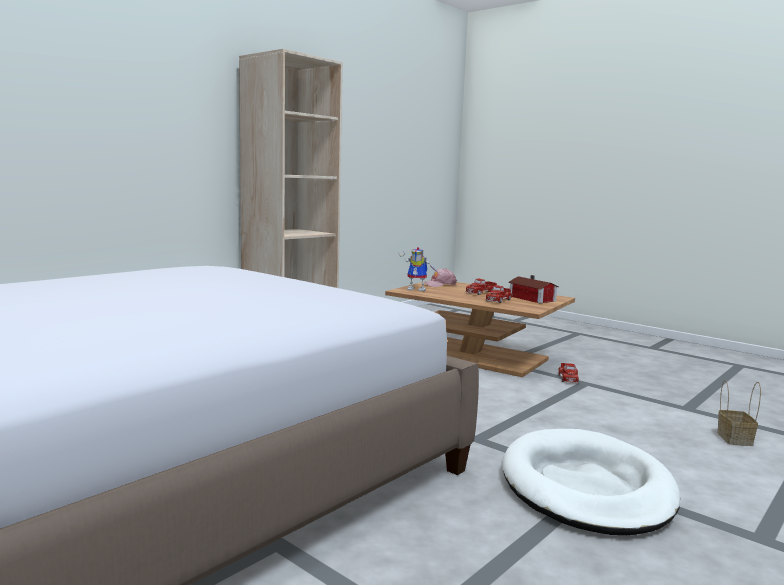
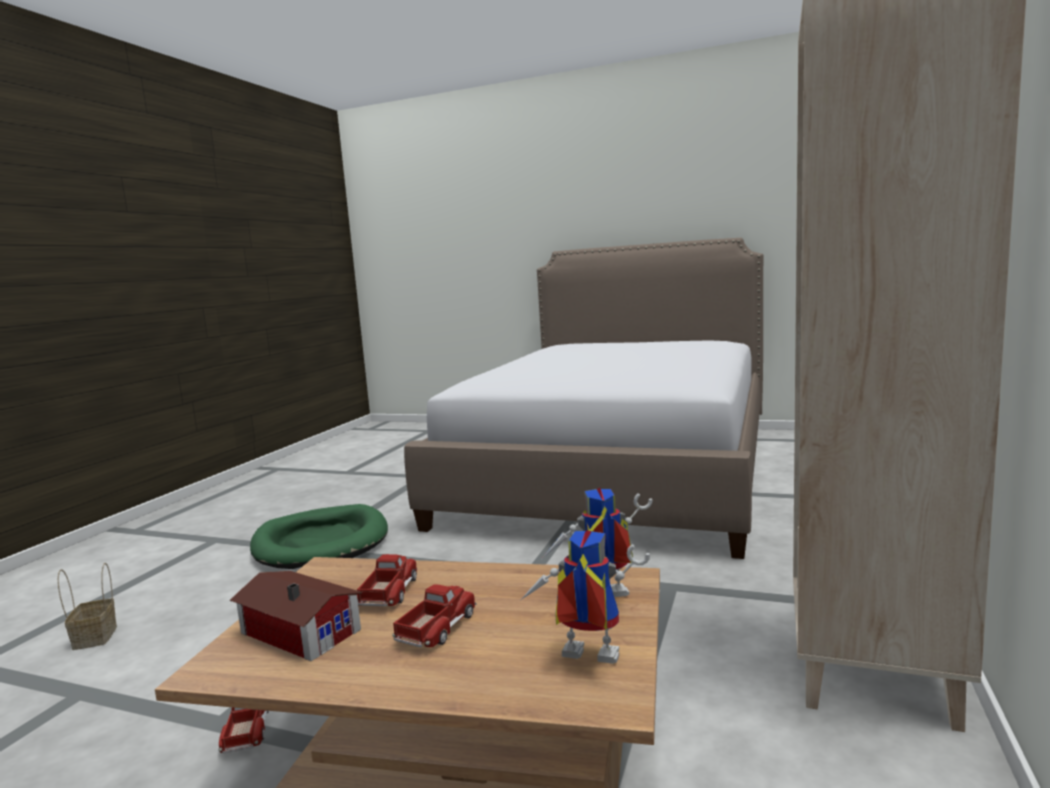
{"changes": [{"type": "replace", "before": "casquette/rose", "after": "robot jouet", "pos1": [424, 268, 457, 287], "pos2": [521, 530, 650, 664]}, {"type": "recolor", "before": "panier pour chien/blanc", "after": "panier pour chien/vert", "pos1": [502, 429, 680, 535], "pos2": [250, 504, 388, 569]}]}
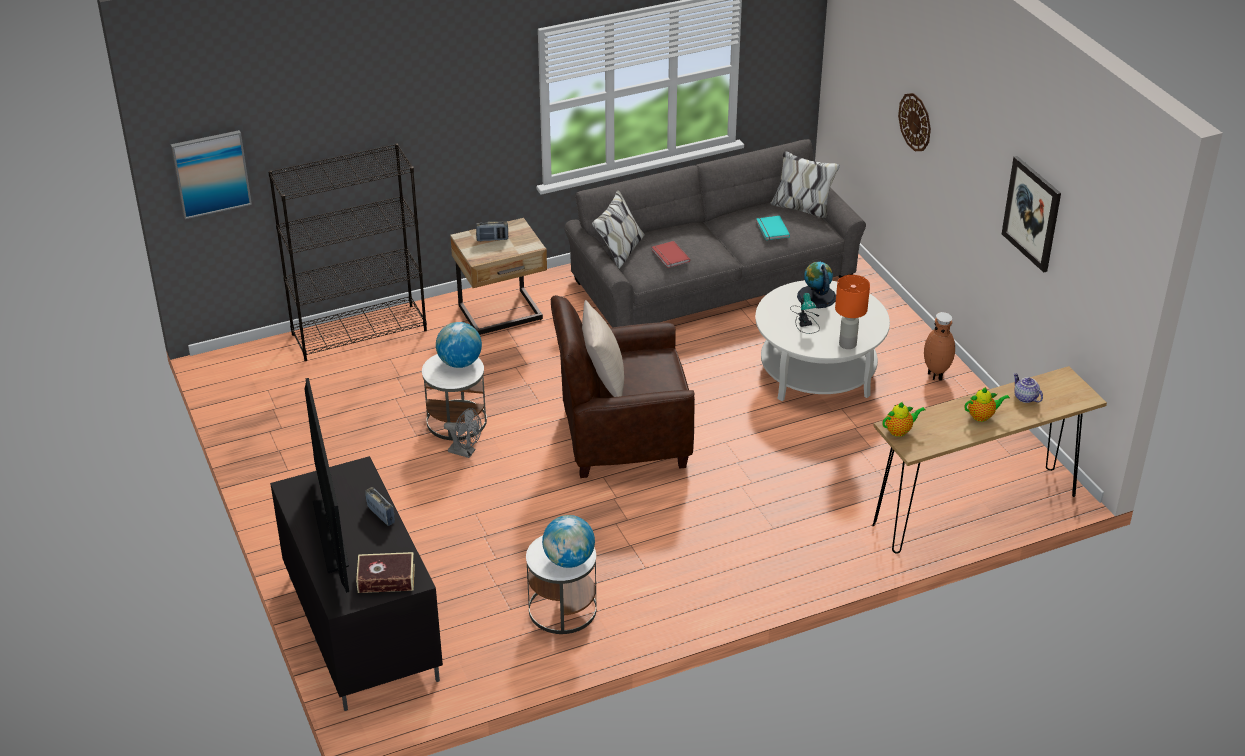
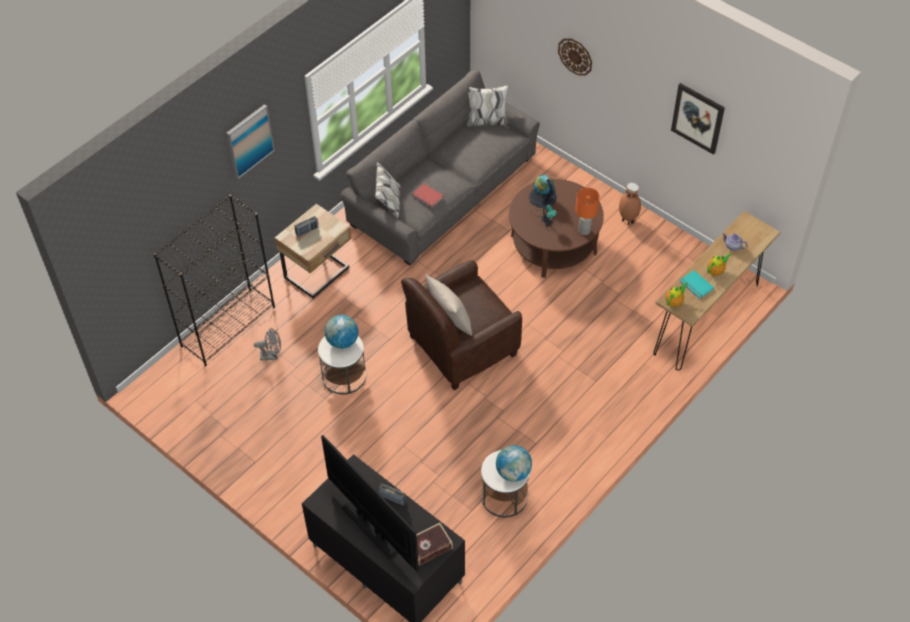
{"changes": [{"type": "move", "before": "tableau", "pos1": [171, 130, 252, 219], "pos2": [226, 104, 275, 179]}, {"type": "move", "before": "ventilateur/gris", "pos1": [444, 408, 482, 458], "pos2": [254, 328, 281, 360]}, {"type": "move", "before": "livre/turquoise", "pos1": [756, 216, 790, 240], "pos2": [679, 270, 714, 299]}, {"type": "recolor", "before": "table basse/blanc", "after": "table basse/marron", "pos1": [755, 280, 890, 401], "pos2": [509, 179, 604, 278]}]}
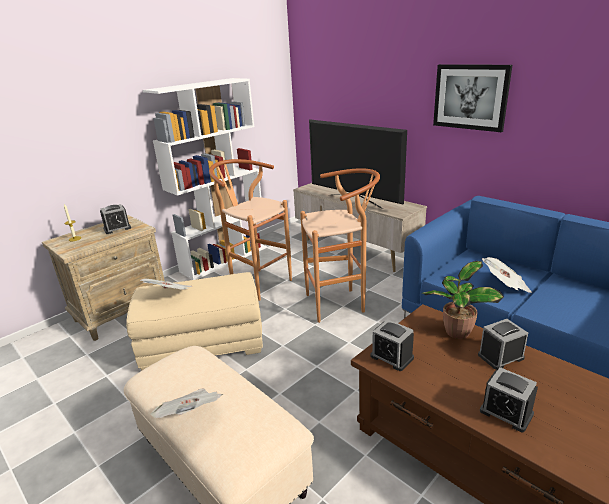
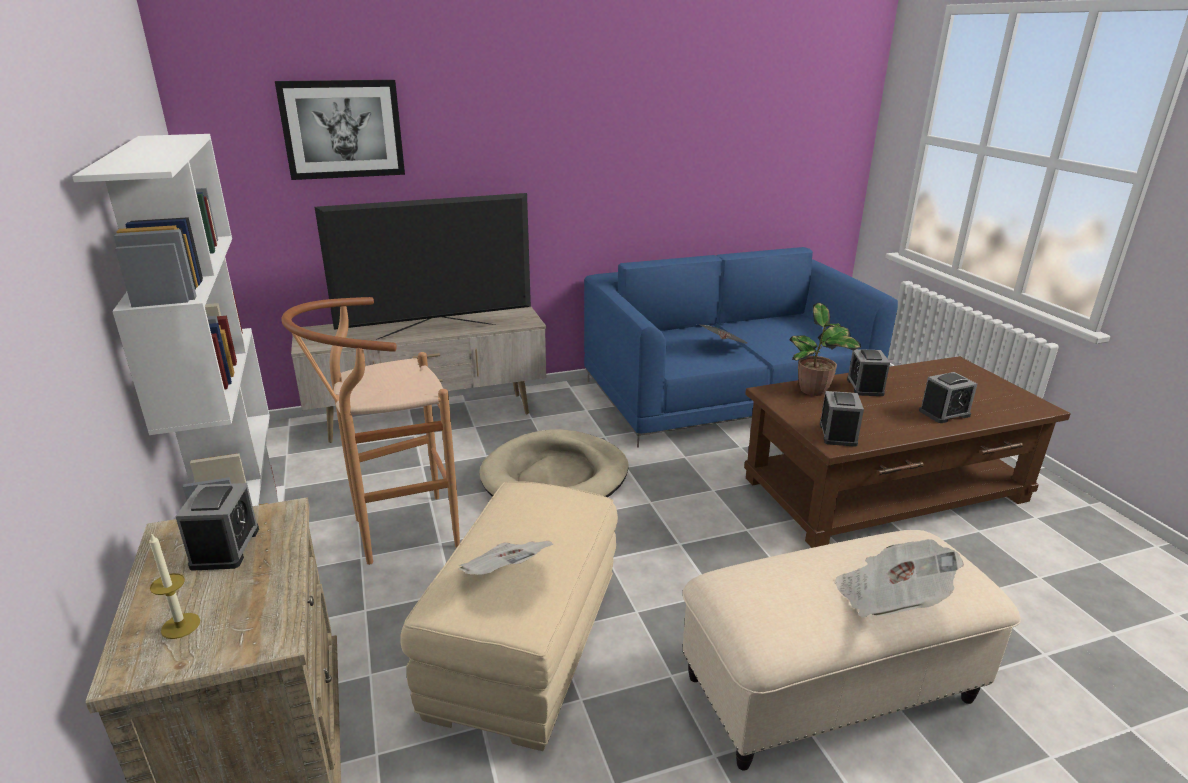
{"changes": [{"type": "move", "before": "tableau", "pos1": [433, 64, 512, 132], "pos2": [275, 80, 405, 180]}, {"type": "replace", "before": "tabouret/marron", "after": "panier pour chien/beige", "pos1": [300, 168, 380, 323], "pos2": [479, 429, 629, 497]}, {"type": "rotate", "before": "réveil", "pos1": [370, 319, 414, 371], "pos2": [820, 391, 864, 447], "turn": -60}]}
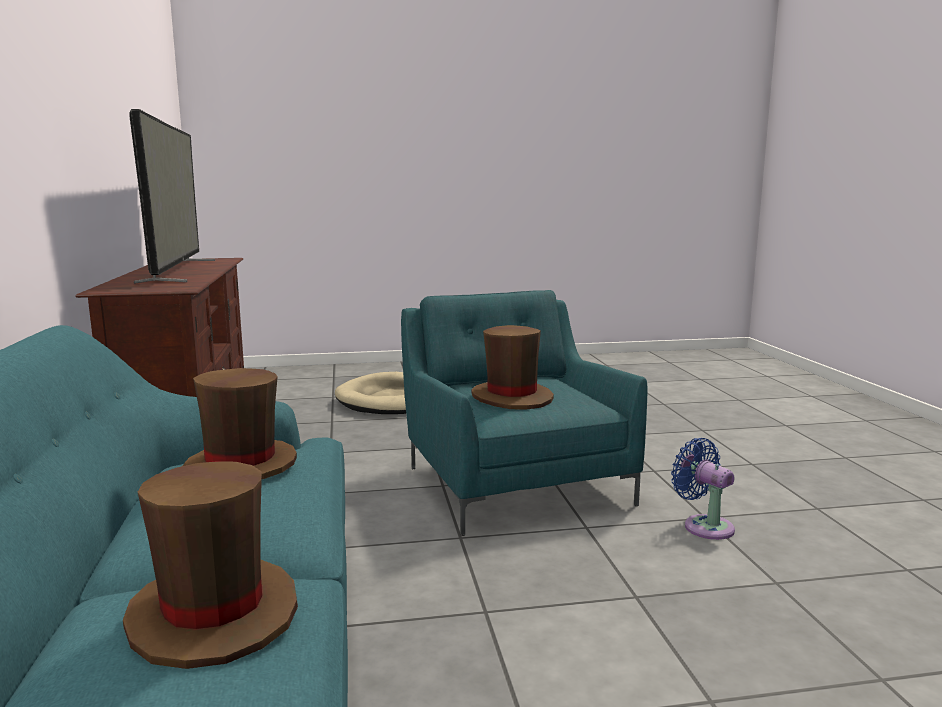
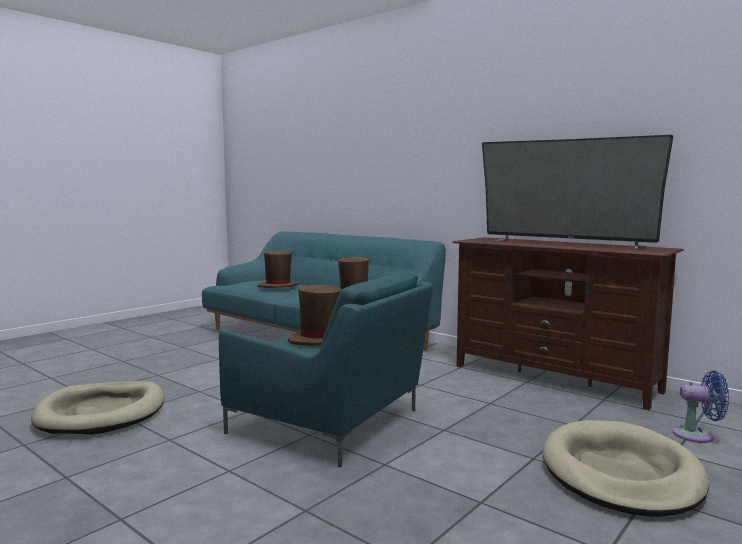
{"changes": [{"type": "insert", "after": "panier pour chien/beige", "pos2": [31, 381, 164, 435]}, {"type": "move", "before": "ventilateur/bleu", "pos1": [671, 438, 735, 540], "pos2": [673, 371, 729, 443]}]}
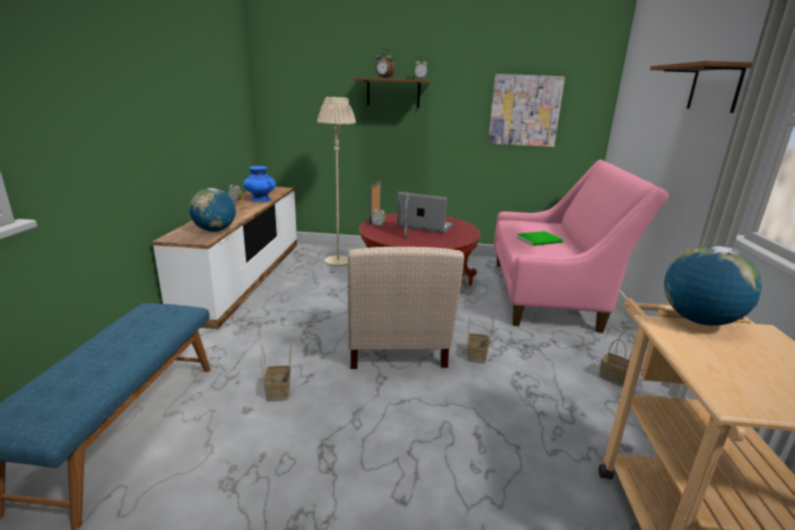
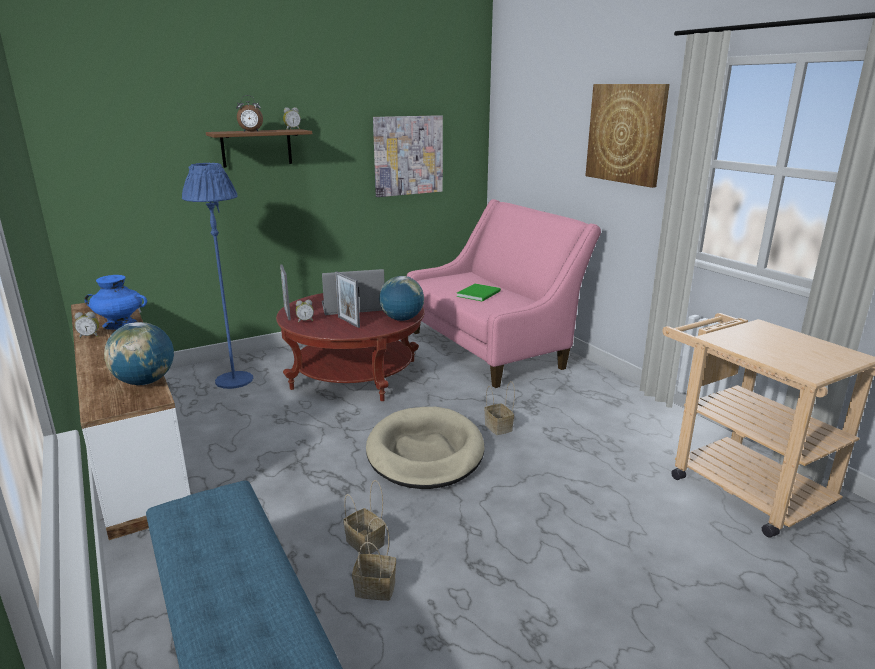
{"changes": [{"type": "move", "before": "panier", "pos1": [599, 330, 635, 387], "pos2": [352, 517, 396, 601]}, {"type": "move", "before": "globe", "pos1": [664, 245, 762, 326], "pos2": [379, 276, 424, 321]}, {"type": "replace", "before": "fauteuil/beige", "after": "panier pour chien/beige", "pos1": [348, 247, 464, 369], "pos2": [366, 407, 485, 489]}, {"type": "replace", "before": "étagère/marron", "after": "tableau", "pos1": [650, 61, 752, 113], "pos2": [585, 84, 670, 188]}, {"type": "recolor", "before": "lampadaire/beige", "after": "lampadaire/bleu", "pos1": [317, 97, 356, 266], "pos2": [182, 163, 253, 389]}]}
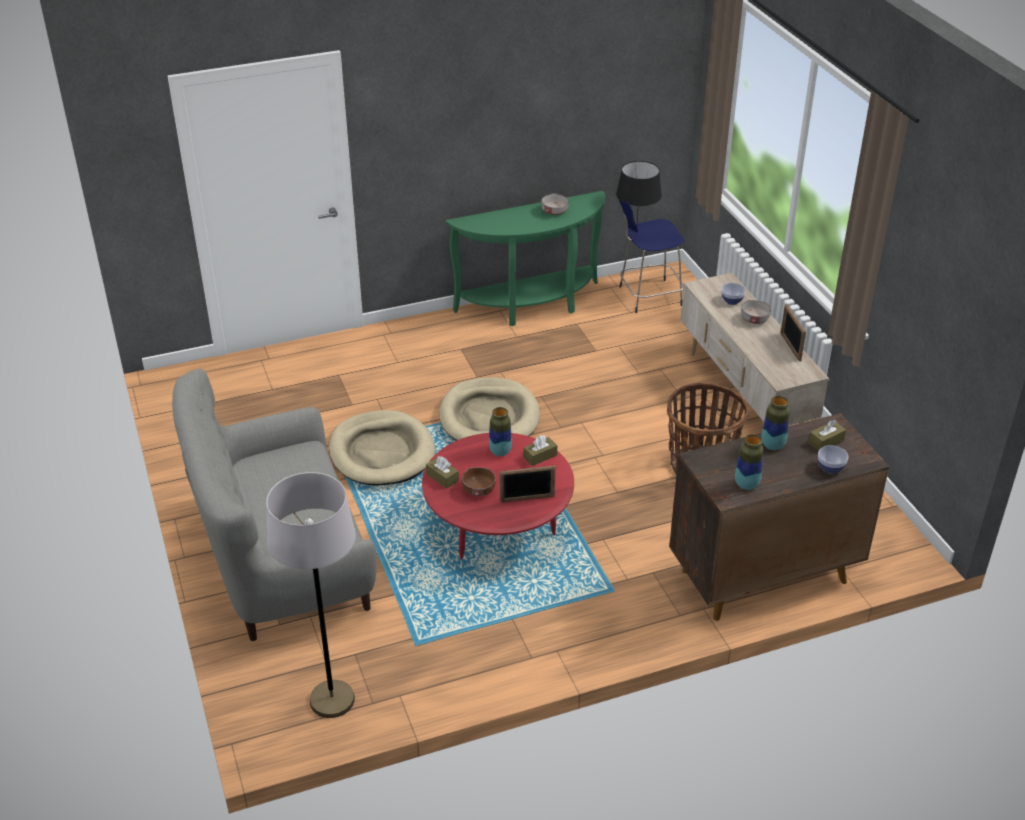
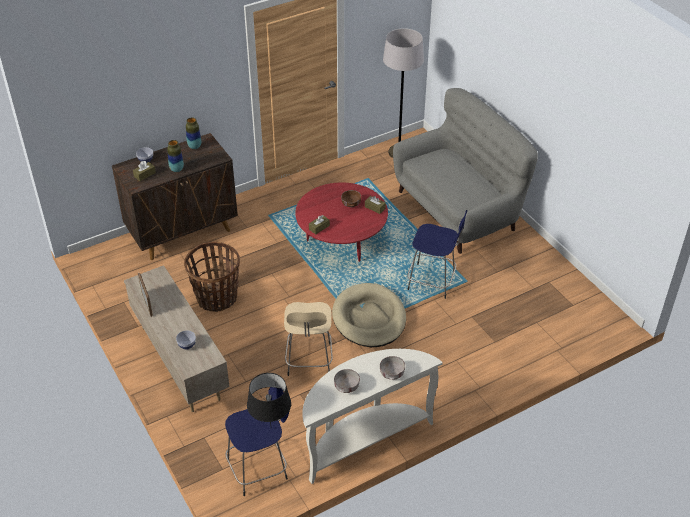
{"changes": [{"type": "delete", "before": "vase", "pos1": [489, 407, 512, 457]}, {"type": "delete", "before": "cadre photo", "pos1": [500, 465, 555, 503]}, {"type": "insert", "after": "tabouret/beige", "pos2": [284, 302, 333, 376]}, {"type": "move", "before": "bol/gris", "pos1": [741, 300, 771, 324], "pos2": [380, 356, 405, 380]}, {"type": "replace", "before": "panier pour chien/beige", "after": "tabouret/bleu", "pos1": [329, 410, 435, 486], "pos2": [407, 210, 467, 299]}, {"type": "recolor", "before": "table console/vert", "after": "table console/blanc", "pos1": [446, 191, 605, 326], "pos2": [302, 349, 443, 484]}]}
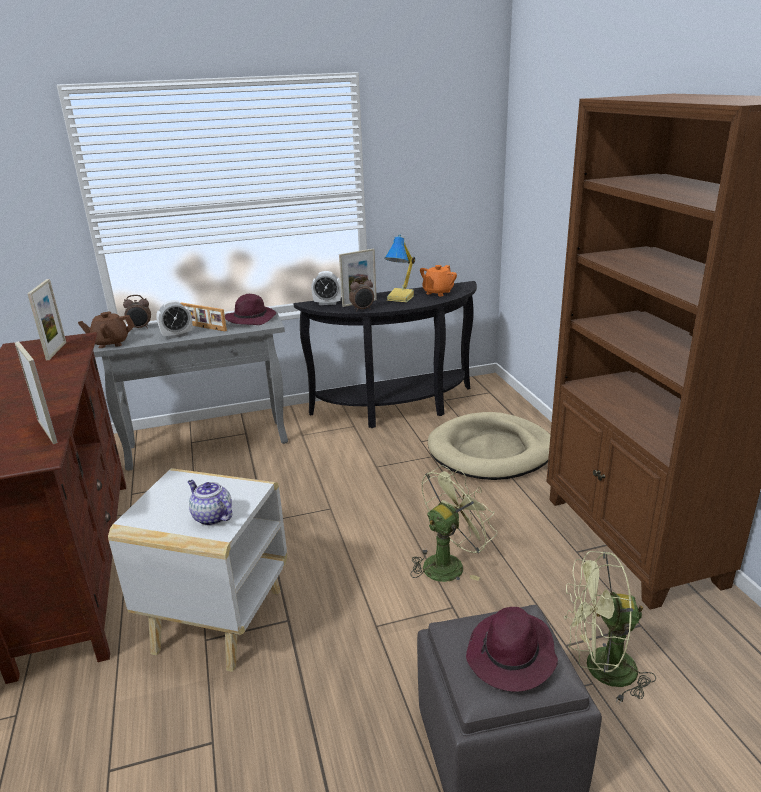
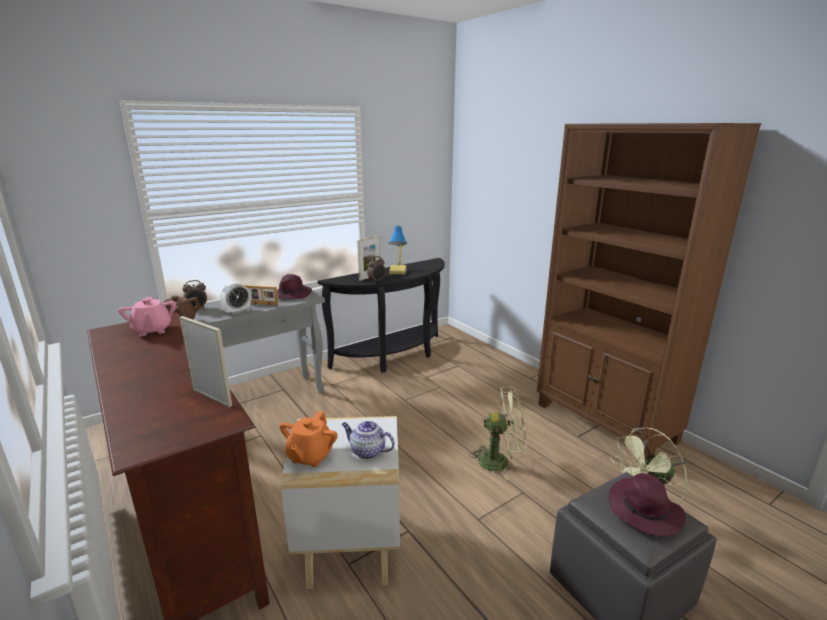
{"changes": [{"type": "delete", "before": "réveil", "pos1": [311, 271, 341, 305]}, {"type": "delete", "before": "panier pour chien/beige", "pos1": [428, 412, 550, 480]}, {"type": "move", "before": "théière/orange", "pos1": [420, 265, 457, 296], "pos2": [279, 411, 338, 467]}, {"type": "replace", "before": "cadre photo", "after": "théière/rose", "pos1": [27, 279, 66, 360], "pos2": [118, 297, 176, 336]}, {"type": "rotate", "before": "ventilateur/vert", "pos1": [410, 465, 497, 582], "pos2": [469, 387, 526, 480], "turn": 60}]}
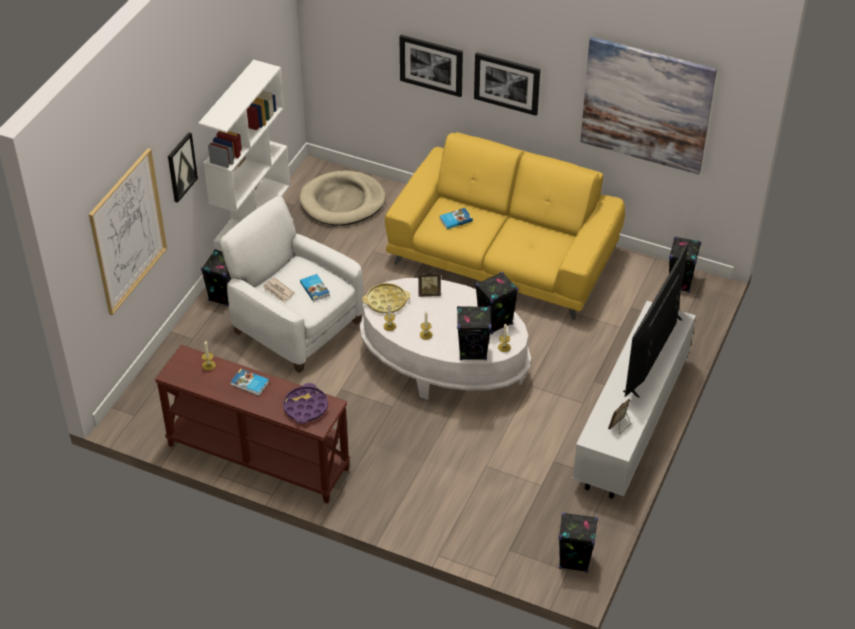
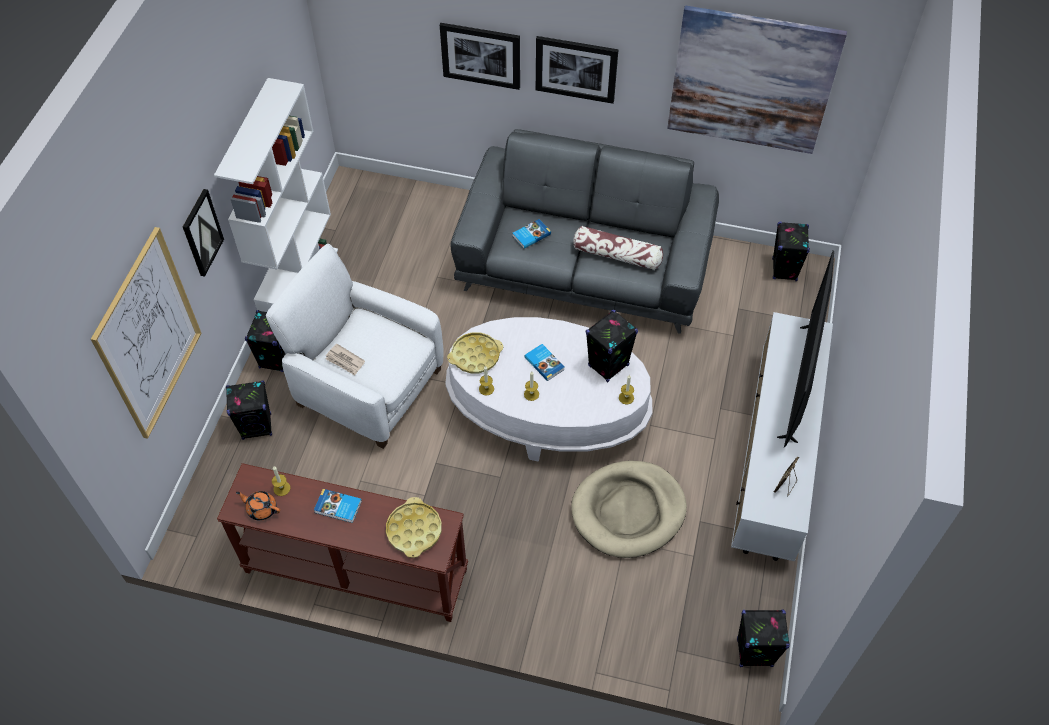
{"changes": [{"type": "delete", "before": "cadre photo", "pos1": [418, 271, 441, 297]}, {"type": "insert", "after": "théière/orange", "pos2": [236, 491, 280, 521]}, {"type": "insert", "after": "coussin", "pos2": [573, 226, 663, 270]}, {"type": "move", "before": "panier pour chien/beige", "pos1": [299, 170, 386, 226], "pos2": [571, 461, 687, 558]}, {"type": "move", "before": "livre", "pos1": [300, 274, 330, 302], "pos2": [525, 344, 564, 381]}, {"type": "move", "before": "enceinte/noir", "pos1": [457, 306, 492, 360], "pos2": [226, 380, 272, 440]}, {"type": "recolor", "before": "plateau/violet", "after": "plateau/jaune", "pos1": [283, 383, 328, 423], "pos2": [386, 497, 442, 558]}, {"type": "recolor", "before": "canapé/jaune", "after": "canapé/gris", "pos1": [385, 132, 625, 320], "pos2": [450, 129, 719, 334]}]}
